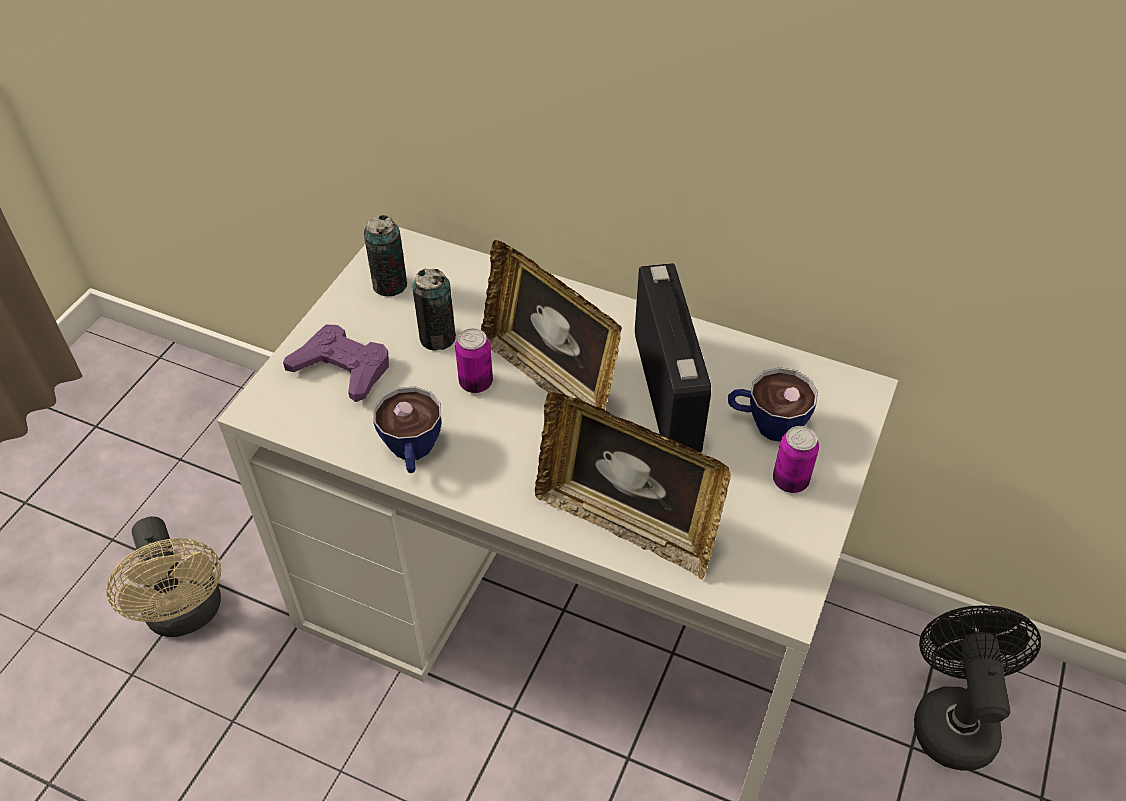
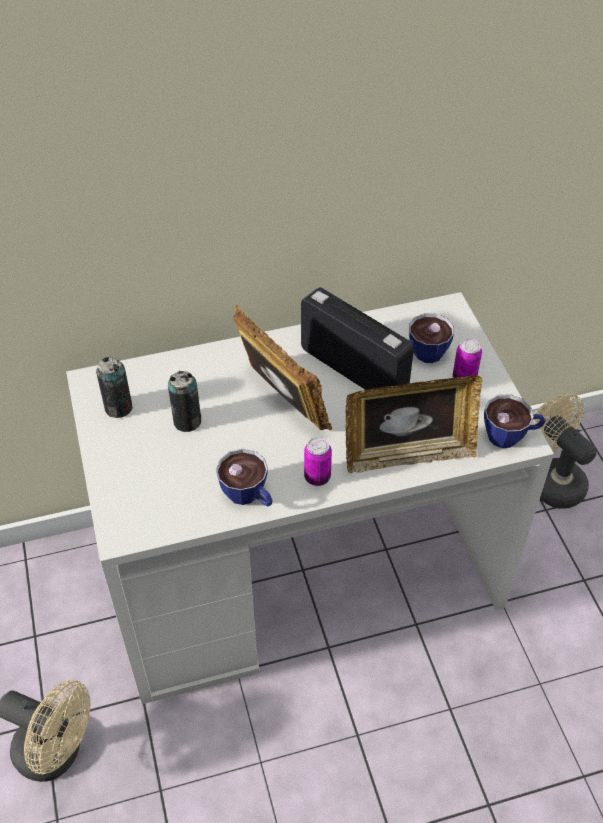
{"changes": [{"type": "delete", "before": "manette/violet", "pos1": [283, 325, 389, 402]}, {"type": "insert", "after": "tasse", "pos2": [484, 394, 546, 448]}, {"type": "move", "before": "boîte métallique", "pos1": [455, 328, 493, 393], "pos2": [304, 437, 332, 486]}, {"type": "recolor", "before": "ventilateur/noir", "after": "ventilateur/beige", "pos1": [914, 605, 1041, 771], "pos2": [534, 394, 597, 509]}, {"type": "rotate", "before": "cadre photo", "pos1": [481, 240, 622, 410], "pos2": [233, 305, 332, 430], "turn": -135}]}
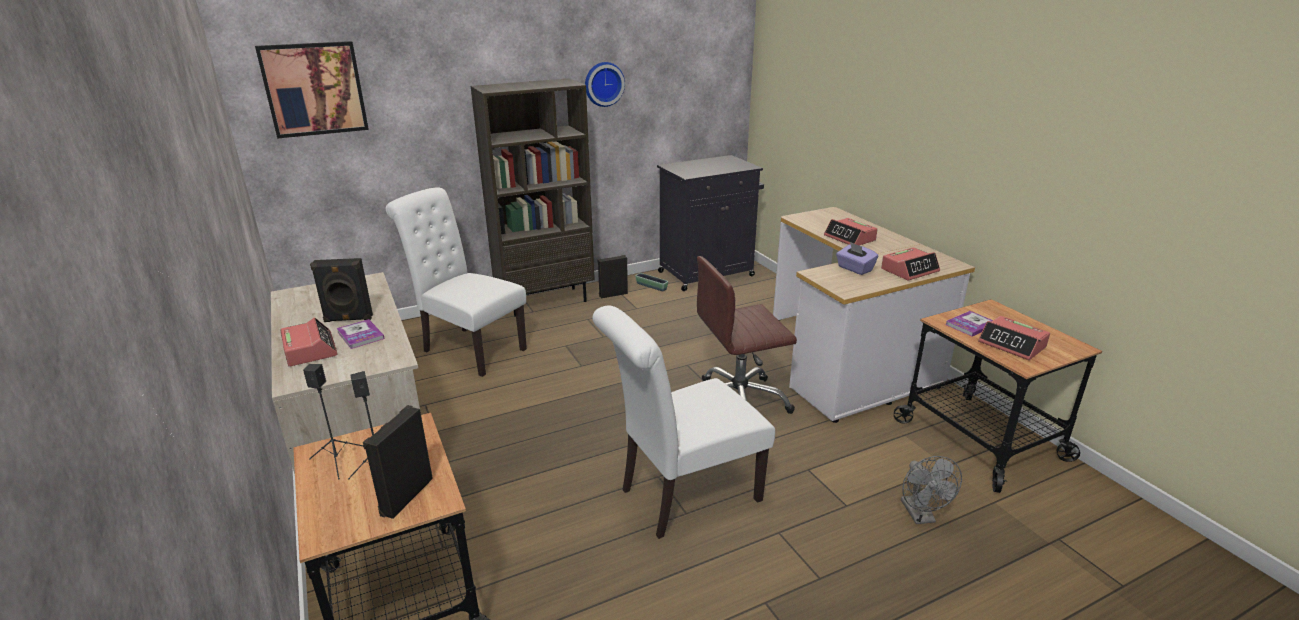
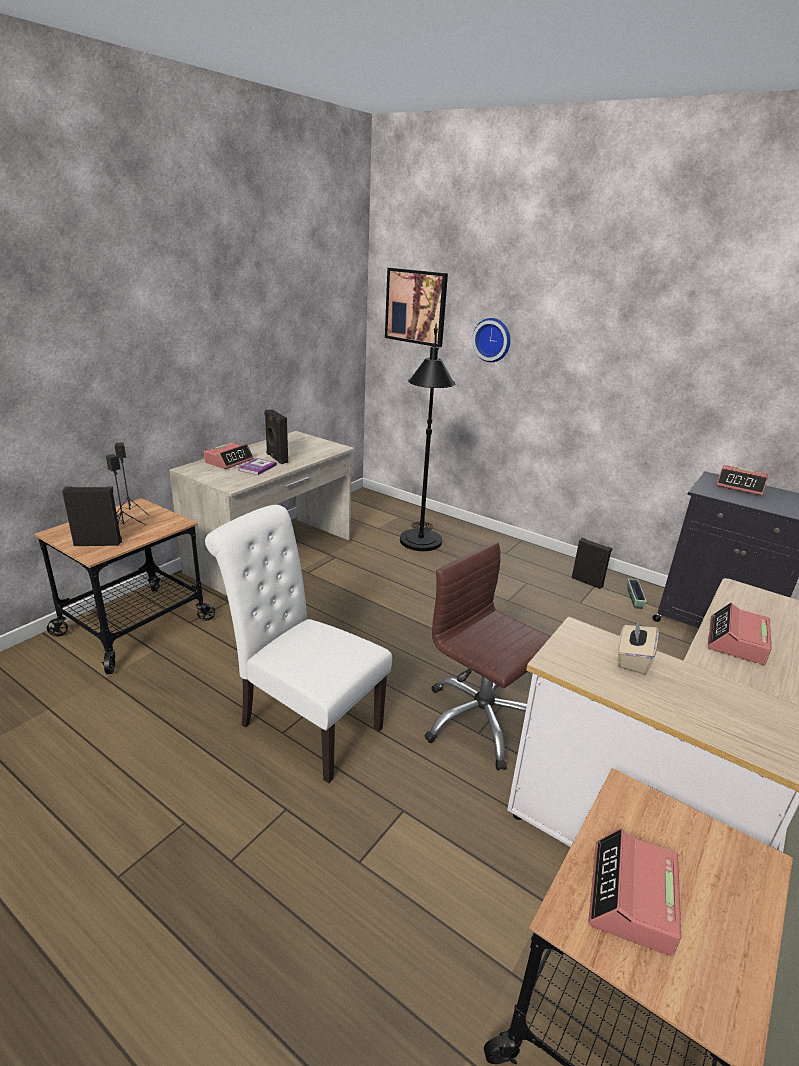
{"changes": [{"type": "delete", "before": "bibliothèque/marron", "pos1": [471, 78, 595, 317]}, {"type": "delete", "before": "ventilateur/gris", "pos1": [901, 456, 962, 524]}, {"type": "delete", "before": "livre", "pos1": [946, 311, 993, 336]}, {"type": "move", "before": "horloge murale", "pos1": [585, 62, 625, 107], "pos2": [472, 318, 511, 362]}, {"type": "move", "before": "réveil", "pos1": [881, 247, 940, 281], "pos2": [717, 465, 768, 496]}, {"type": "replace", "before": "chaise/blanc", "after": "lampadaire/noir", "pos1": [386, 187, 527, 377], "pos2": [400, 323, 456, 551]}, {"type": "recolor", "before": "boîte à mouchoirs/violet", "after": "boîte à mouchoirs/beige", "pos1": [836, 242, 878, 275], "pos2": [618, 619, 659, 675]}]}
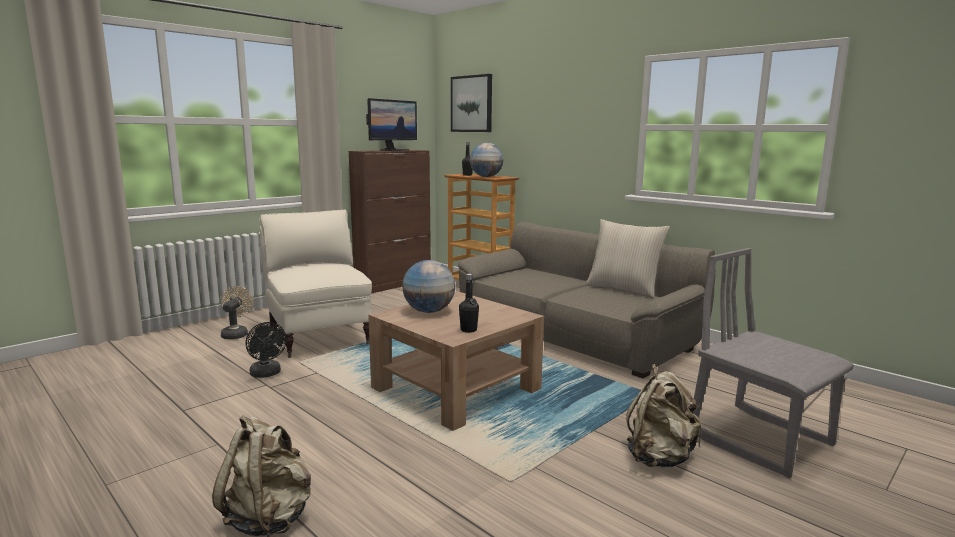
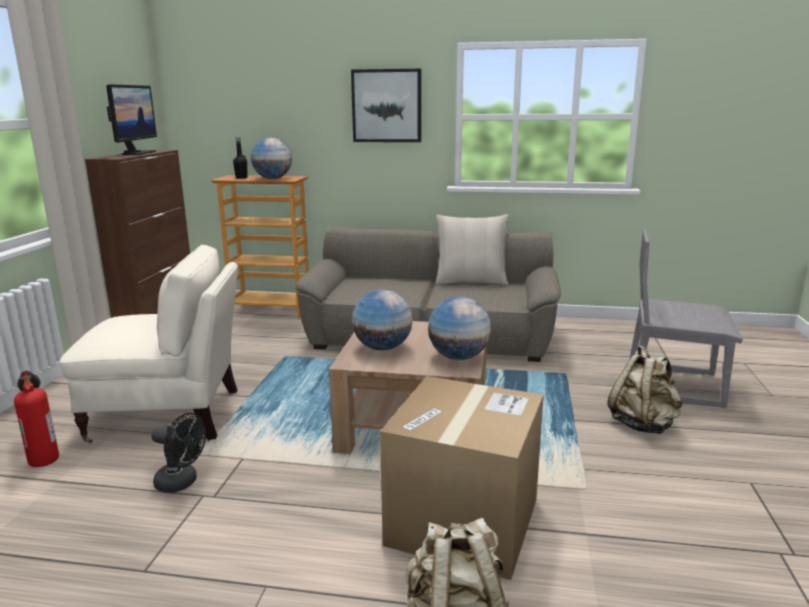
{"changes": [{"type": "insert", "after": "carton", "pos2": [380, 376, 544, 580]}, {"type": "move", "before": "tableau", "pos1": [451, 74, 492, 132], "pos2": [351, 69, 421, 142]}, {"type": "replace", "before": "ventilateur/beige", "after": "extincteur", "pos1": [221, 286, 254, 339], "pos2": [14, 371, 59, 467]}, {"type": "replace", "before": "bouteille/noir", "after": "globe", "pos1": [459, 273, 479, 333], "pos2": [428, 297, 491, 360]}, {"type": "rotate", "before": "fauteuil/beige", "pos1": [259, 210, 372, 358], "pos2": [59, 245, 238, 443], "turn": 150}]}
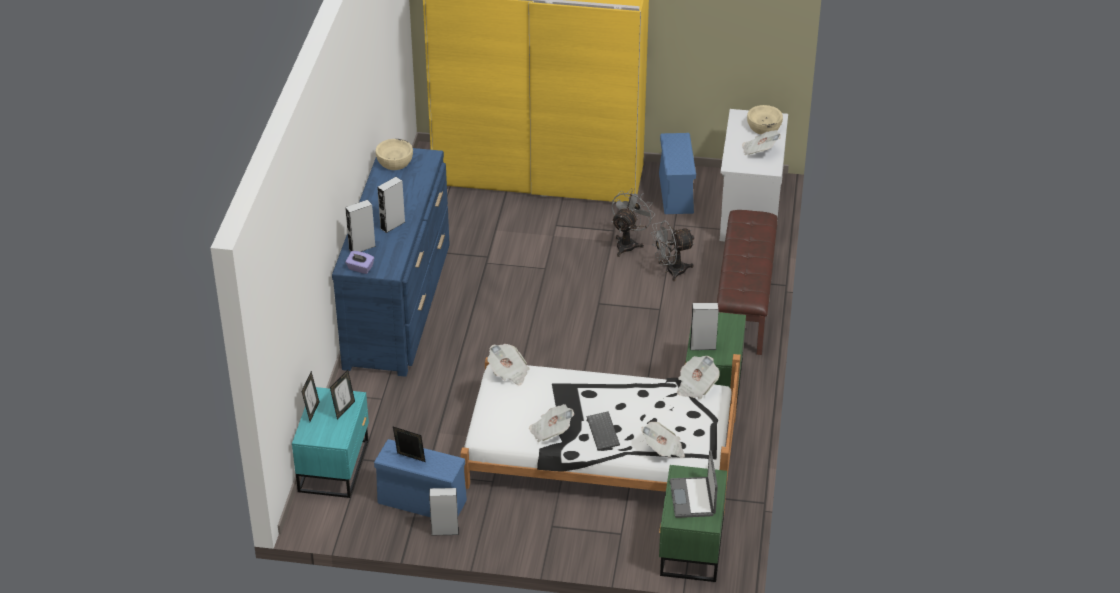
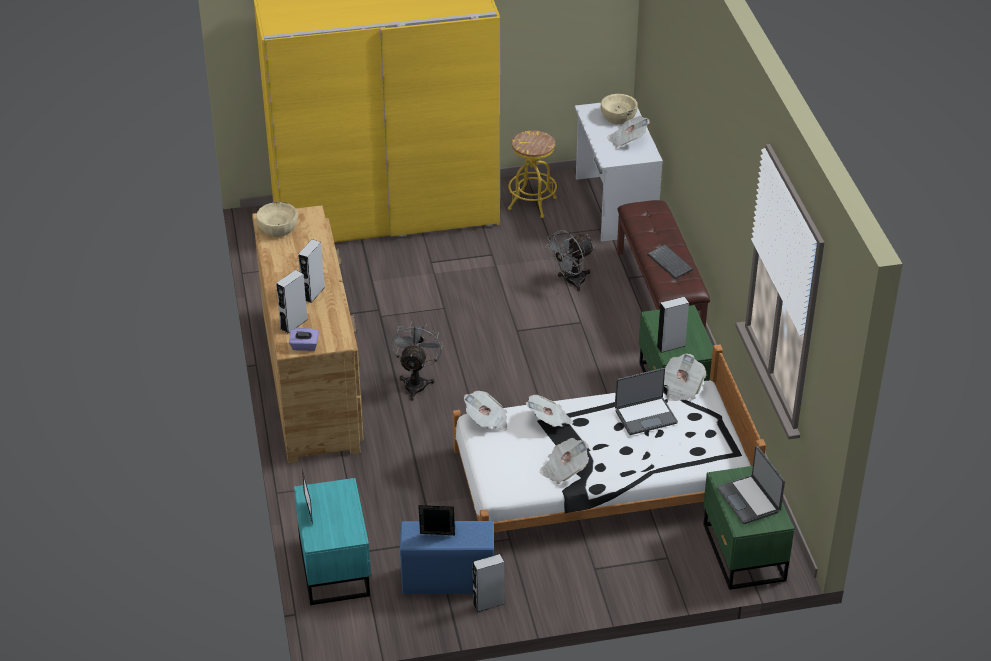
{"changes": [{"type": "delete", "before": "cadre photo", "pos1": [330, 370, 355, 420]}, {"type": "insert", "after": "ordinateur portable", "pos2": [615, 368, 678, 435]}, {"type": "move", "before": "clavier", "pos1": [586, 411, 620, 450], "pos2": [648, 245, 693, 279]}, {"type": "move", "before": "ventilateur/gris", "pos1": [612, 188, 655, 257], "pos2": [391, 321, 443, 401]}, {"type": "move", "before": "journal", "pos1": [641, 422, 685, 458], "pos2": [526, 395, 573, 427]}, {"type": "replace", "before": "boîte de rangement/bleu", "after": "tabouret/jaune", "pos1": [659, 133, 696, 214], "pos2": [508, 131, 557, 218]}, {"type": "recolor", "before": "commode/bleu", "after": "commode/marron", "pos1": [332, 148, 450, 377], "pos2": [252, 206, 364, 463]}]}
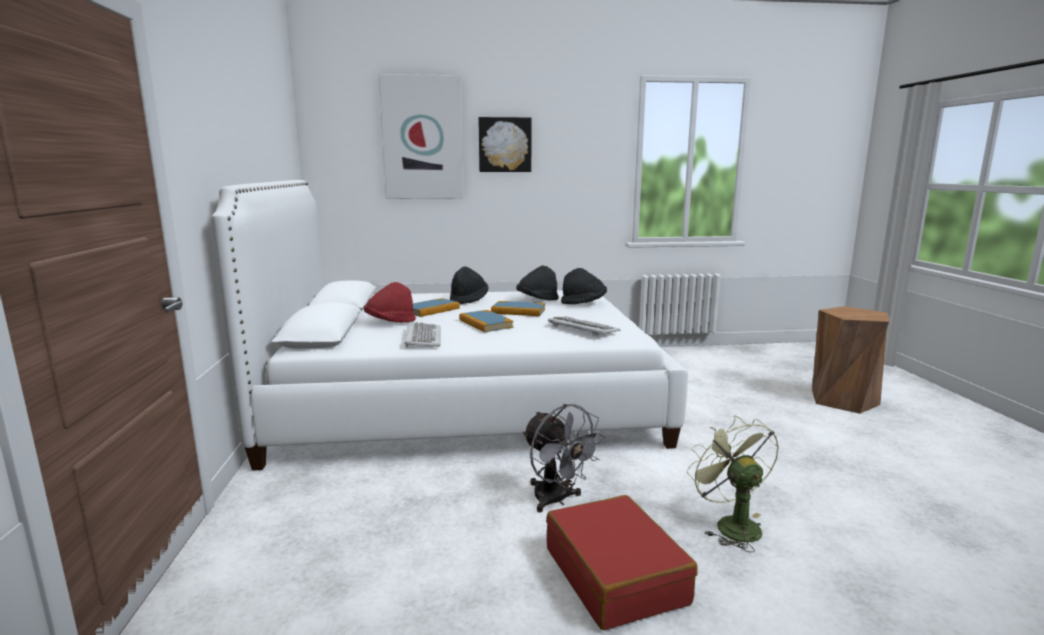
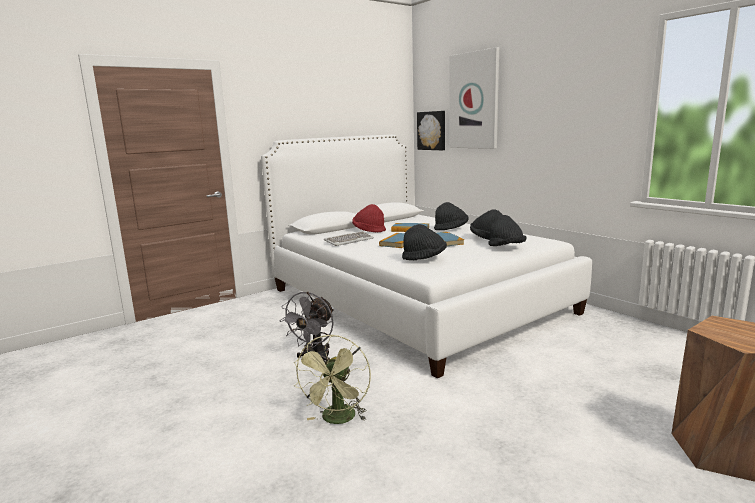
{"changes": [{"type": "delete", "before": "valise/rouge", "pos1": [546, 495, 698, 630]}, {"type": "move", "before": "tableau", "pos1": [478, 117, 532, 172], "pos2": [417, 111, 445, 150]}, {"type": "replace", "before": "clavier", "after": "chapeau/noir", "pos1": [548, 316, 620, 337], "pos2": [402, 224, 447, 260]}, {"type": "rotate", "before": "ventilateur/vert", "pos1": [687, 416, 779, 553], "pos2": [294, 335, 371, 424], "turn": 150}]}
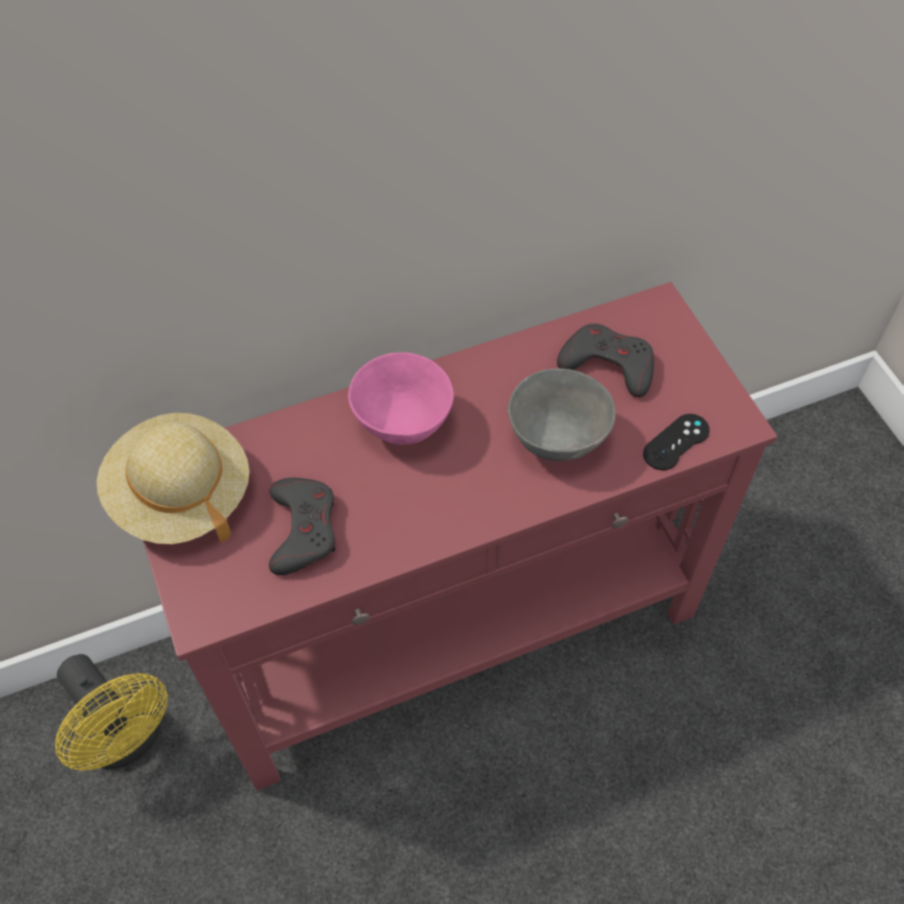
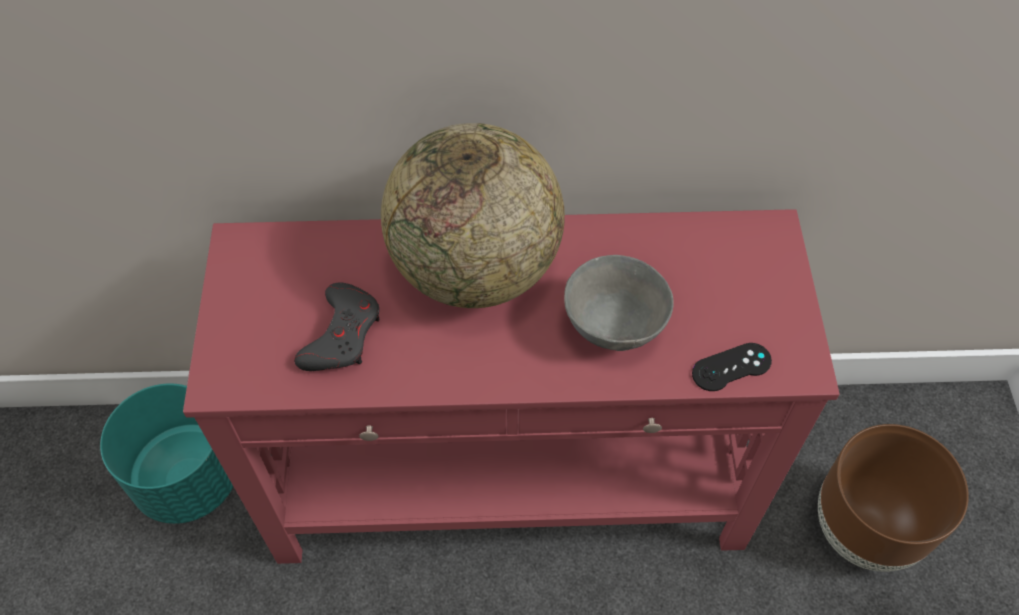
{"changes": [{"type": "delete", "before": "chapeau/beige", "pos1": [97, 413, 250, 544]}, {"type": "delete", "before": "manette/gris", "pos1": [557, 324, 654, 398]}, {"type": "insert", "after": "cache-pot/marron", "pos2": [818, 424, 969, 572]}, {"type": "replace", "before": "ventilateur/jaune", "after": "cache-pot/turquoise", "pos1": [55, 654, 167, 771], "pos2": [100, 383, 233, 524]}, {"type": "replace", "before": "bol/rose", "after": "globe", "pos1": [348, 352, 454, 445], "pos2": [381, 123, 565, 308]}]}
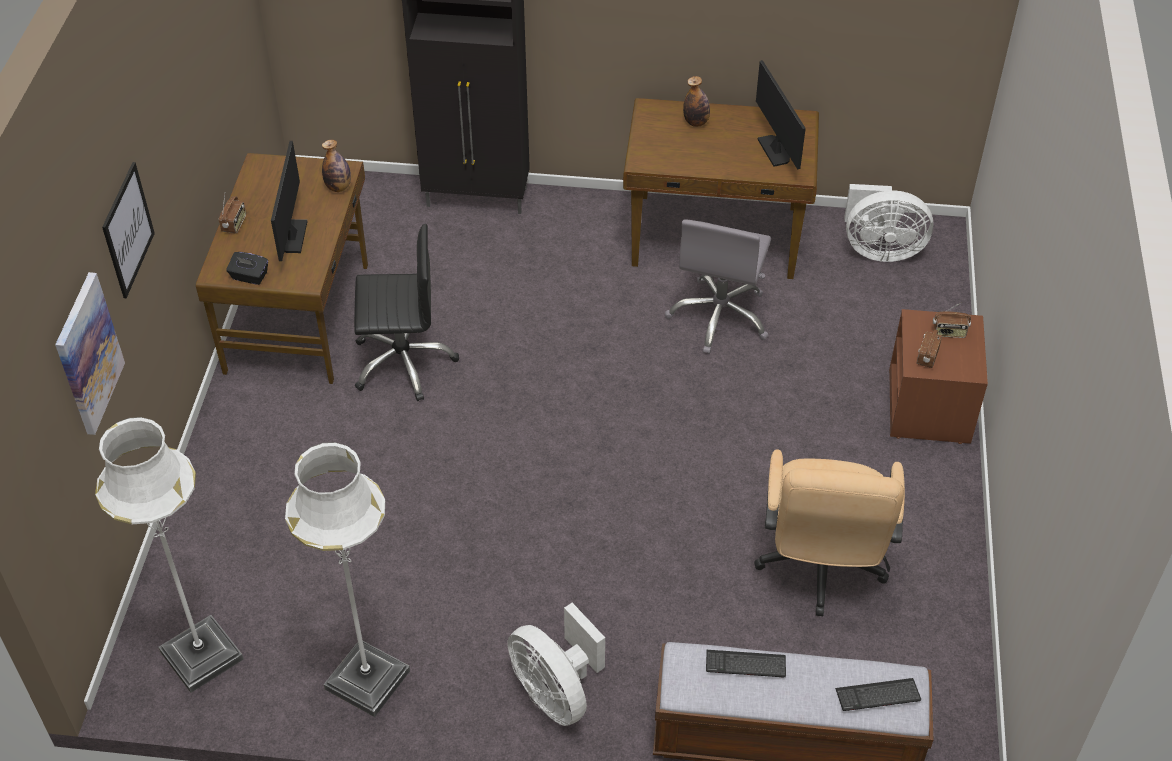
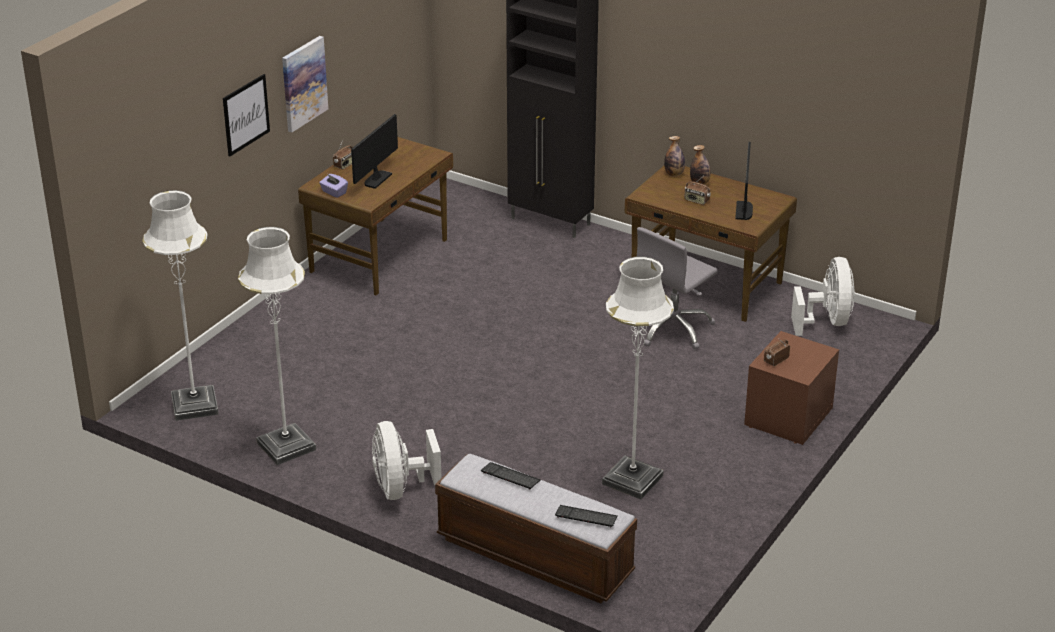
{"changes": [{"type": "delete", "before": "chaise de bureau/noir", "pos1": [354, 224, 459, 401]}, {"type": "move", "before": "tableau", "pos1": [55, 272, 125, 435], "pos2": [282, 36, 328, 132]}, {"type": "move", "before": "bouteille", "pos1": [322, 140, 351, 192], "pos2": [664, 136, 685, 176]}, {"type": "move", "before": "radio", "pos1": [933, 302, 971, 338], "pos2": [685, 176, 711, 205]}, {"type": "replace", "before": "chaise de bureau/beige", "after": "lampadaire/blanc", "pos1": [754, 449, 905, 616], "pos2": [602, 256, 674, 499]}, {"type": "recolor", "before": "boîte à mouchoirs/noir", "after": "boîte à mouchoirs/violet", "pos1": [226, 252, 268, 285], "pos2": [319, 174, 348, 198]}, {"type": "rotate", "before": "ventilateur/blanc", "pos1": [844, 184, 934, 262], "pos2": [791, 257, 855, 336], "turn": -120}]}
